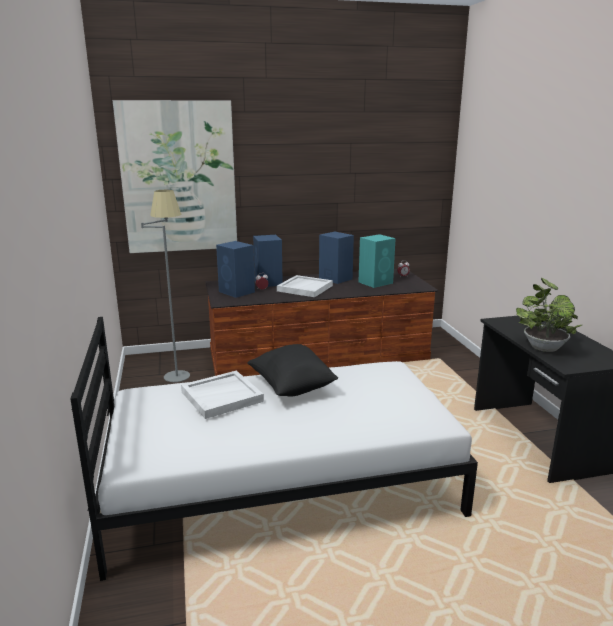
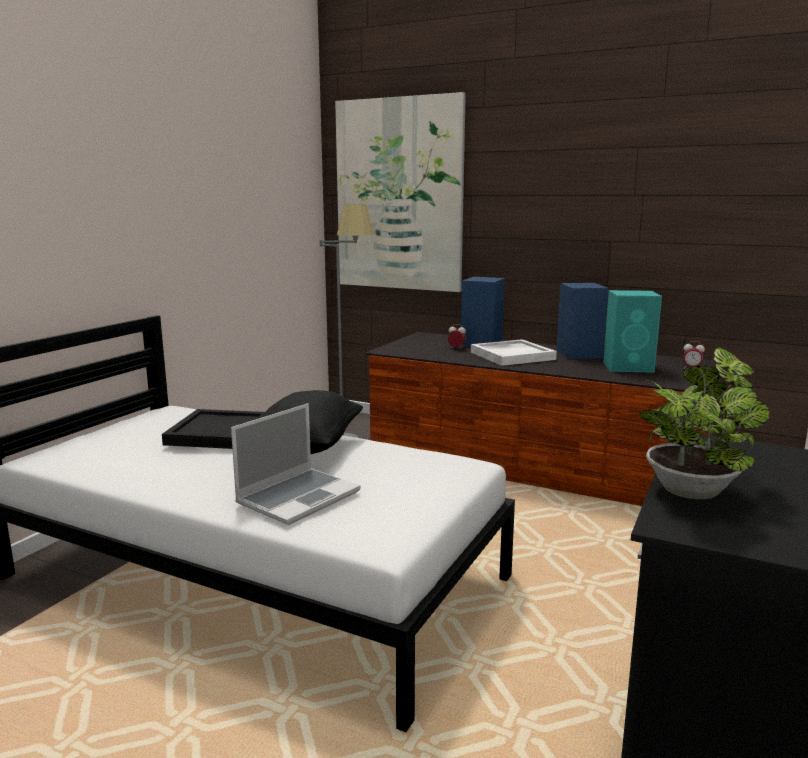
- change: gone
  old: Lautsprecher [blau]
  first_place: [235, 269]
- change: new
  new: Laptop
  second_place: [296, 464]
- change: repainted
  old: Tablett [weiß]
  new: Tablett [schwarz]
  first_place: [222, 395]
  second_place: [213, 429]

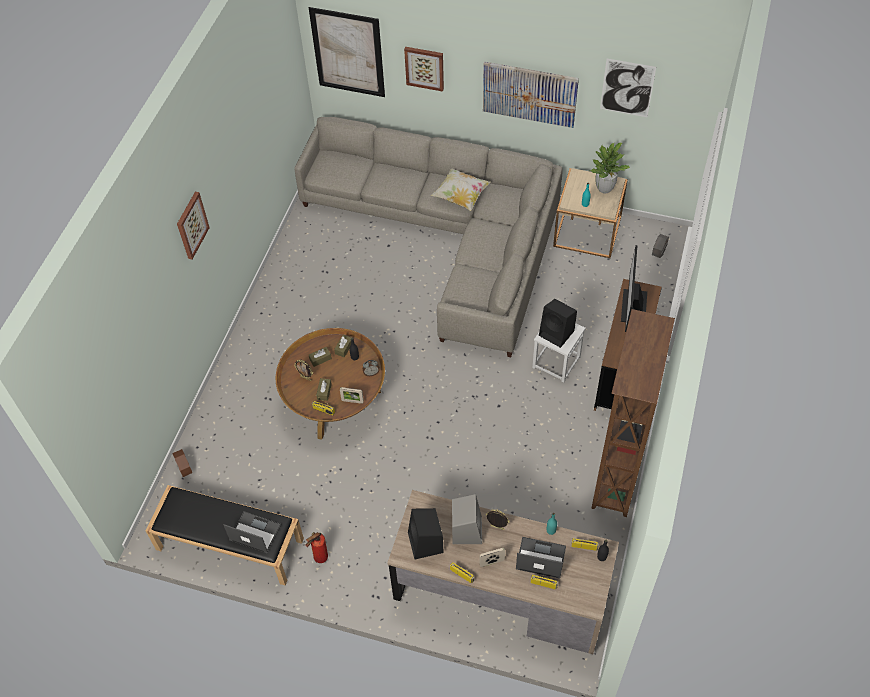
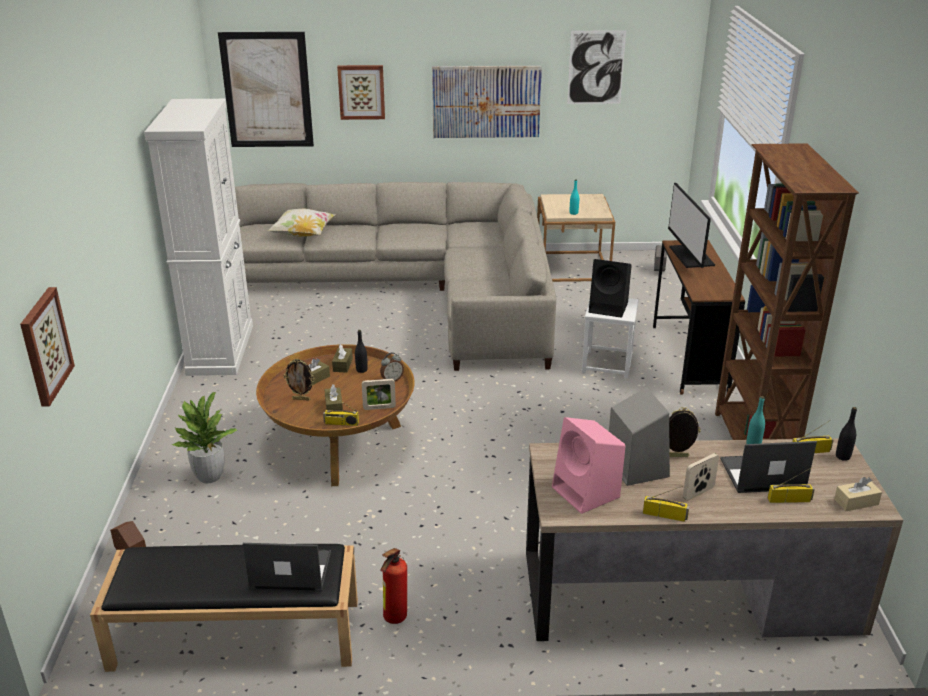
- change: new
  new: Schrank [weiß]
  second_place: [198, 237]
- change: new
  new: Taschentuchbox [beige]
  second_place: [858, 494]
- change: shifted
  old: Bild
  first_place: [193, 225]
  second_place: [47, 347]
- change: shifted
  old: Kissen
  first_place: [461, 190]
  second_place: [301, 223]
- change: shifted
  old: Topfpflanze
  first_place: [610, 167]
  second_place: [204, 437]
- change: repainted
  old: Lautsprecher [schwarz]
  new: Lautsprecher [rosa]
  first_place: [426, 533]
  second_place: [589, 465]

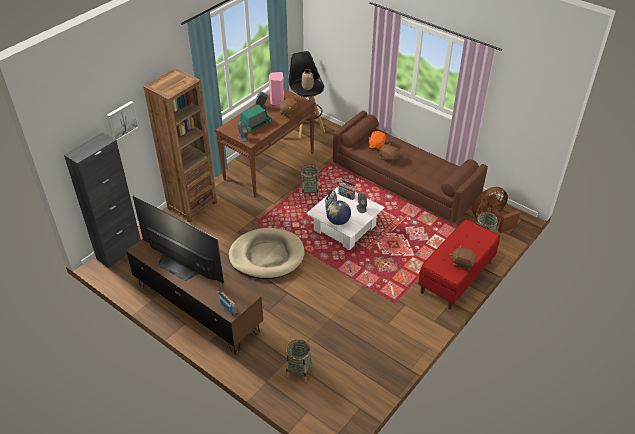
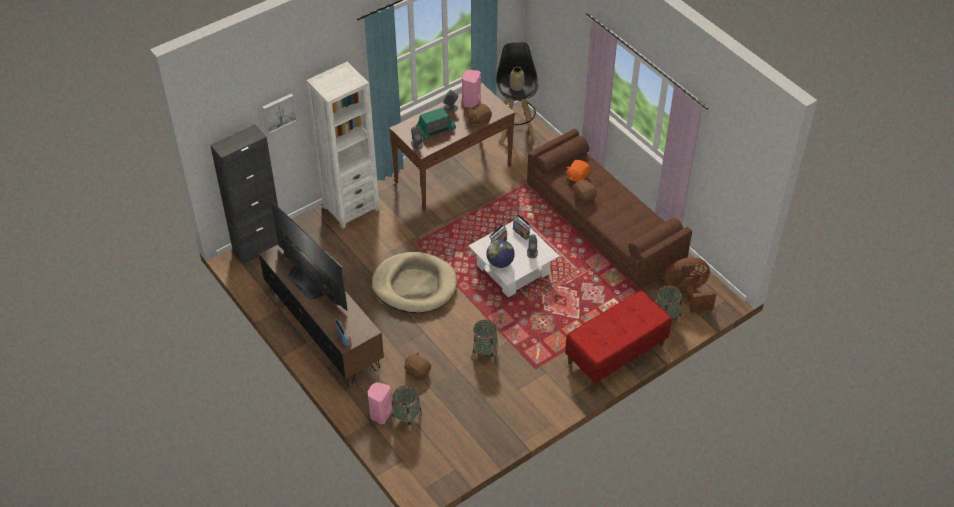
- change: new
  new: Lautsprecher [rosa]
  second_place: [380, 403]
- change: shifted
  old: Korb
  first_place: [310, 181]
  second_place: [485, 341]
- change: shifted
  old: Plüschtier [braun]
  first_place: [463, 257]
  second_place: [418, 366]
- change: repainted
  old: Bücherregal [braun]
  new: Bücherregal [weiß]
  first_place: [180, 145]
  second_place: [343, 145]

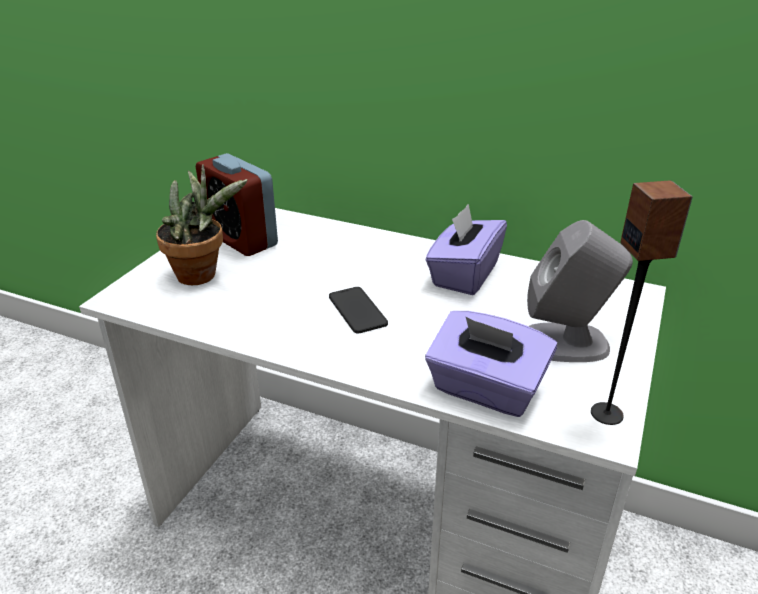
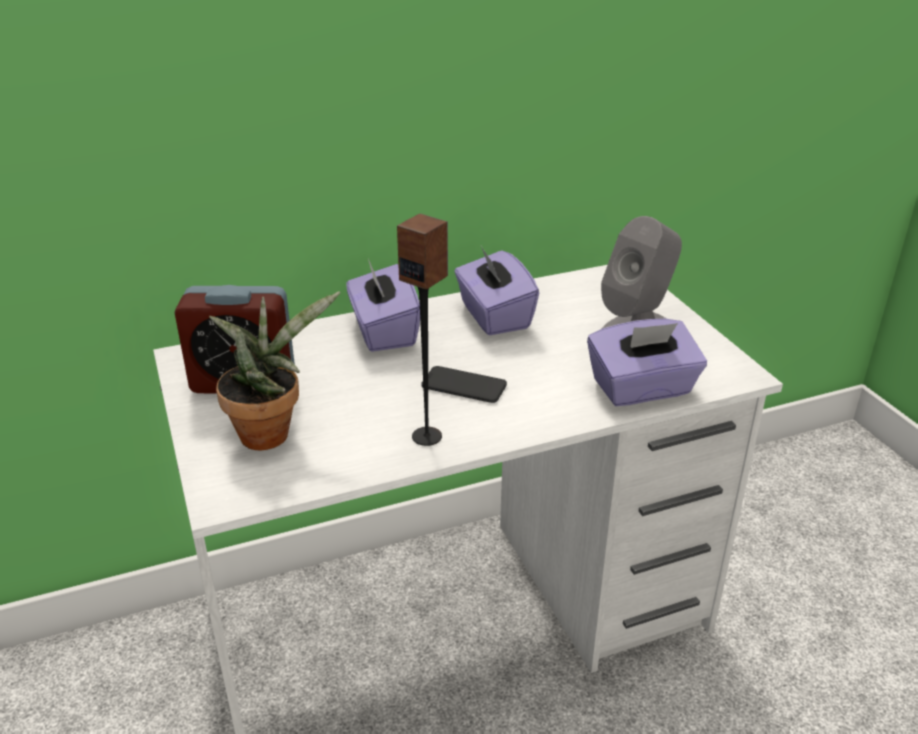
- change: new
  new: Taschentuchbox [lila]
  second_place: [383, 305]
- change: shifted
  old: Lautsprecher
  first_place: [642, 303]
  second_place: [422, 330]

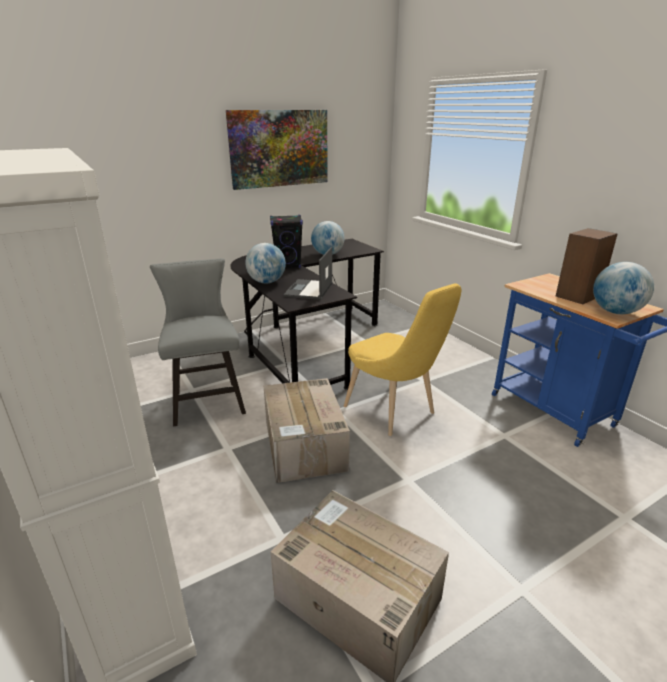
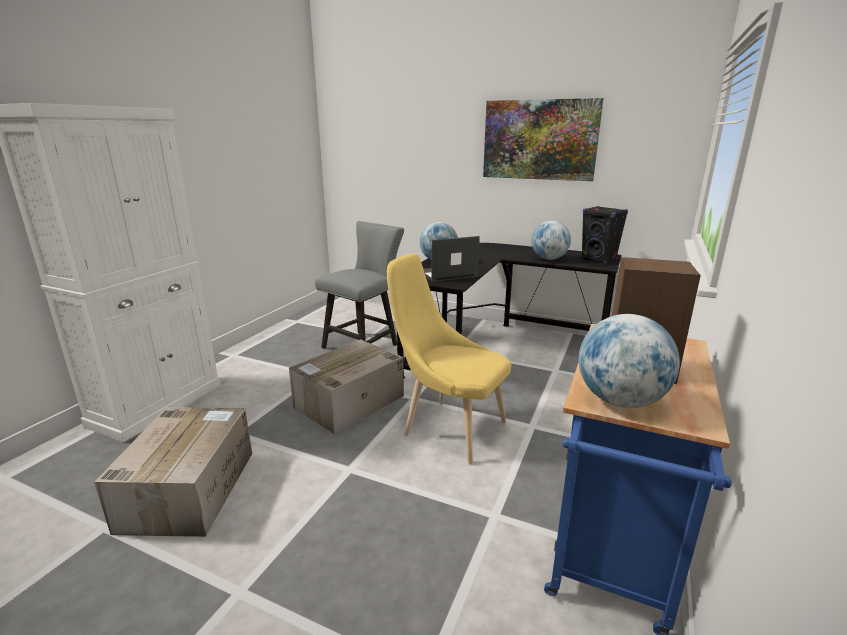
- change: shifted
  old: Lautsprecher [schwarz]
  first_place: [286, 241]
  second_place: [604, 235]
- change: rotated
  old: Stuhl [gelb]
  first_place: [402, 360]
  second_place: [449, 358]
  degrees: 105

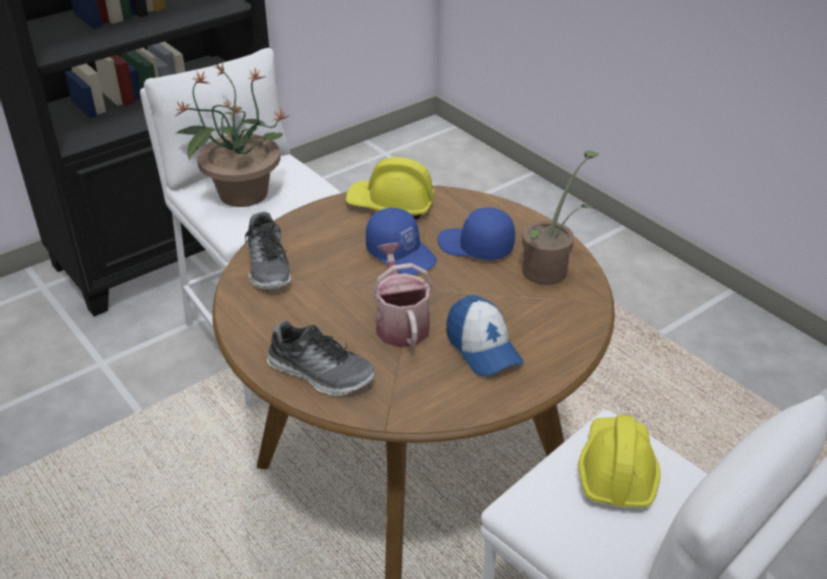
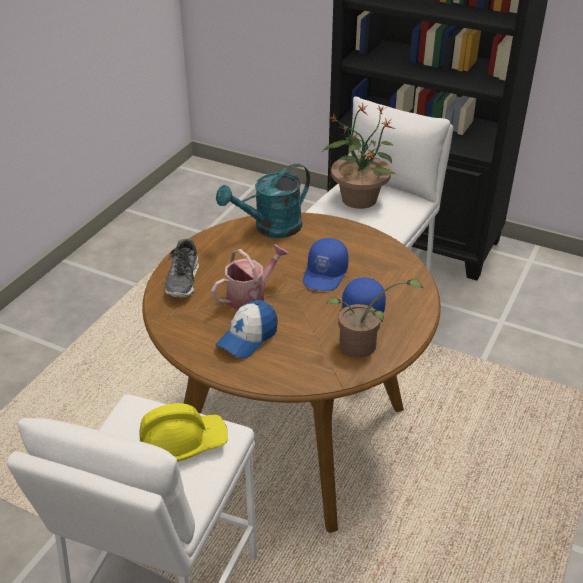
- change: gone
  old: Schutzhelm [gelb]
  first_place: [390, 188]
- change: swapped
  old: Schuh
  new: Gießkanne [türkis]
  first_place: [268, 250]
  second_place: [263, 200]

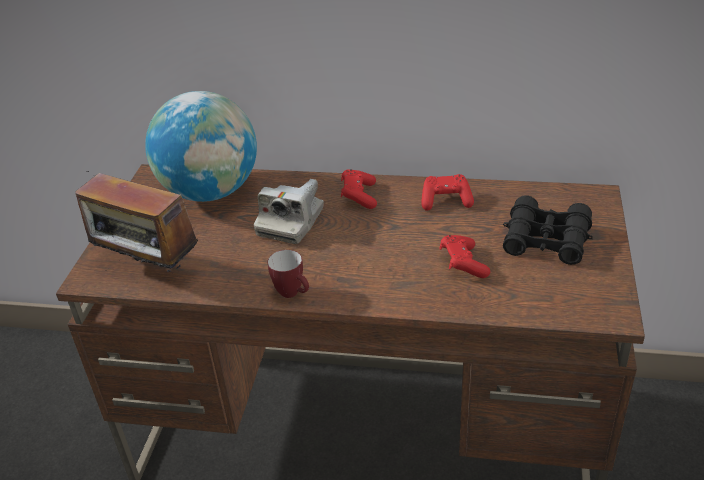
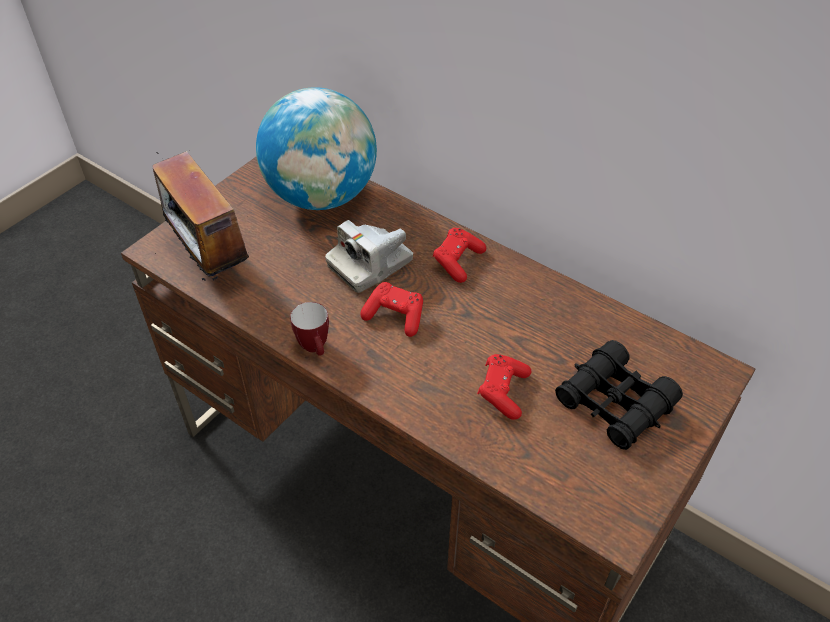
- change: shifted
  old: Gamepad [rot]
  first_place: [447, 192]
  second_place: [391, 309]

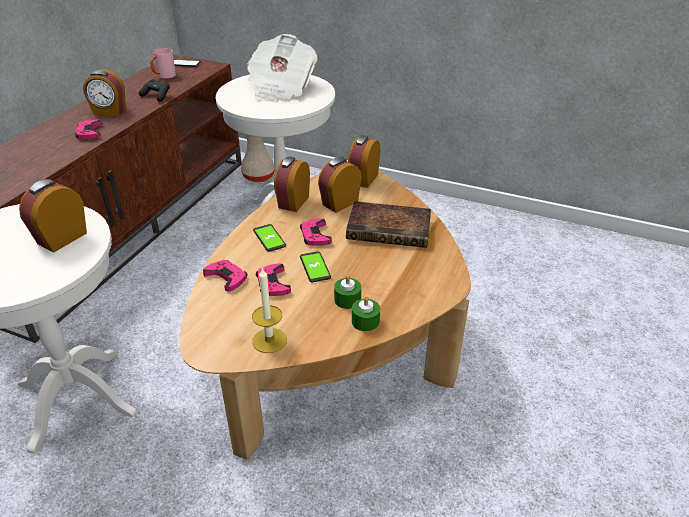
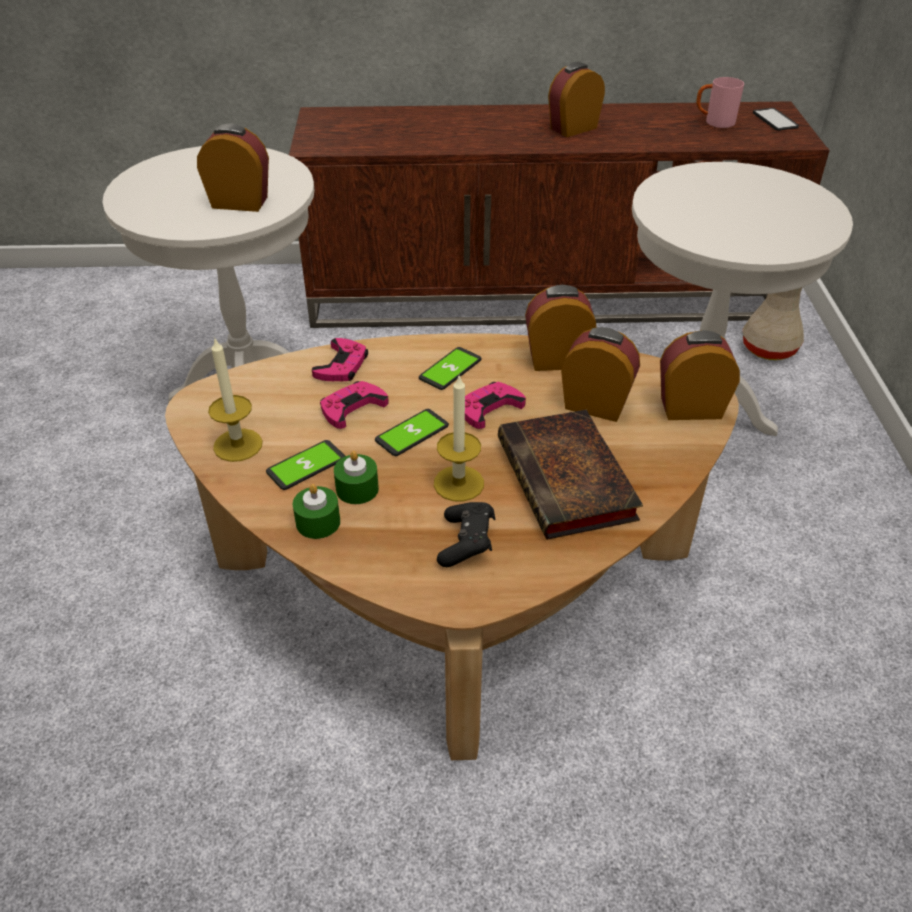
- change: gone
  old: Gamepad [rosa]
  first_place: [88, 129]
- change: gone
  old: Zeitung
  first_place: [281, 68]
- change: new
  new: Handy
  second_place: [305, 465]
- change: new
  new: Kerze
  second_place: [459, 438]
- change: shifted
  old: Gamepad [schwarz]
  first_place: [154, 90]
  second_place: [466, 534]
- change: rotated
  old: Wecker
  first_place: [104, 92]
  second_place: [576, 99]
  degrees: 75

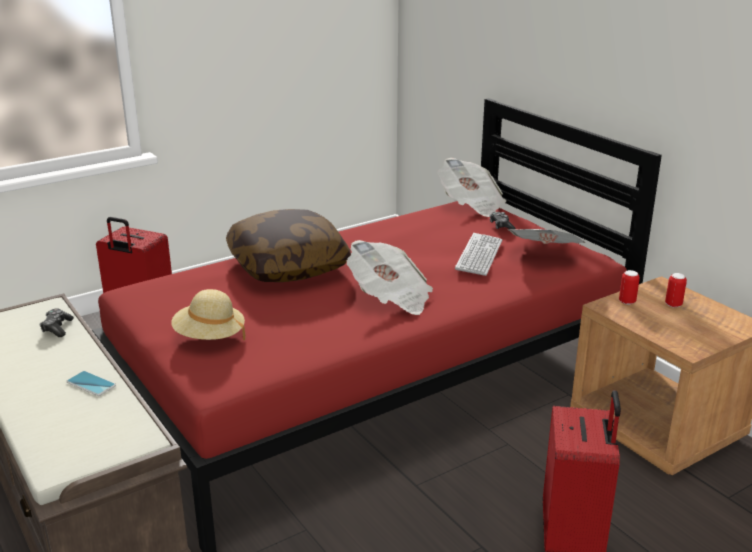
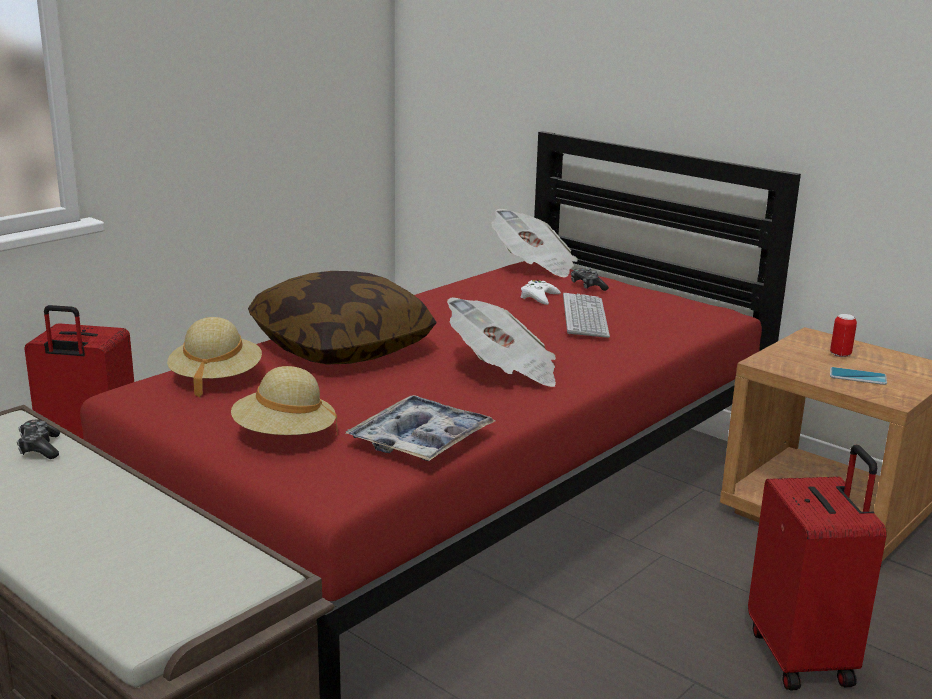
- change: gone
  old: Zeitung
  first_place: [546, 236]
- change: gone
  old: Dose
  first_place: [629, 287]
- change: new
  new: Hut [beige]
  second_place: [214, 357]
- change: new
  new: Tablett
  second_place: [420, 428]
- change: new
  new: Gamepad [weiß]
  second_place: [541, 292]
- change: shifted
  old: Handy
  first_place: [91, 383]
  second_place: [858, 376]

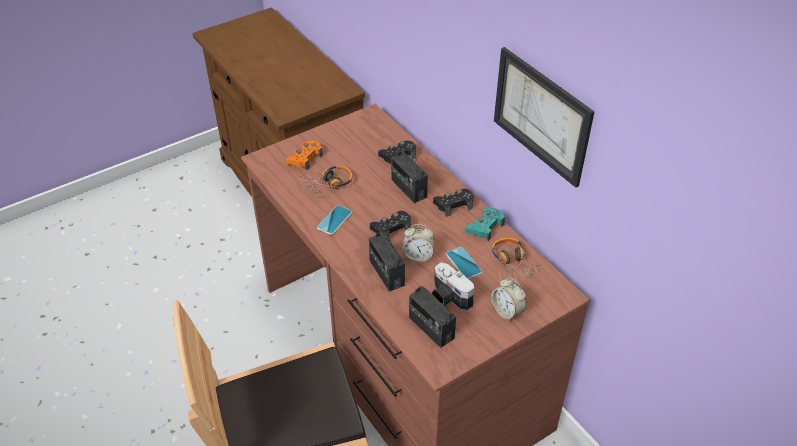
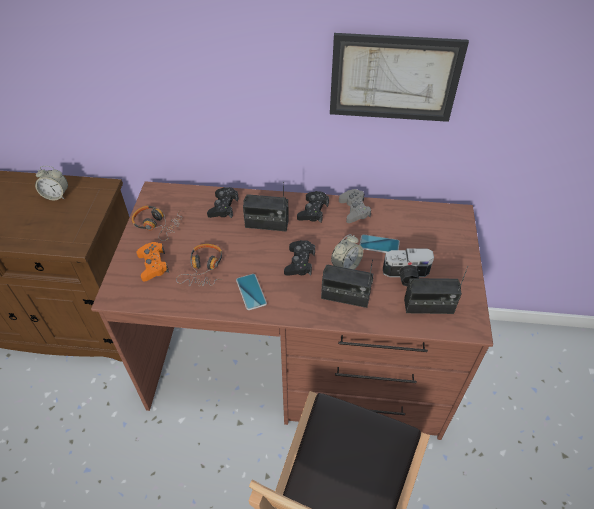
- change: shifted
  old: Wecker
  first_place: [509, 300]
  second_place: [51, 183]
- change: shifted
  old: Kopfhörer
  first_place: [516, 259]
  second_place: [157, 223]
- change: repainted
  old: Gamepad [türkis]
  new: Gamepad [grau]
  first_place: [485, 224]
  second_place: [355, 206]

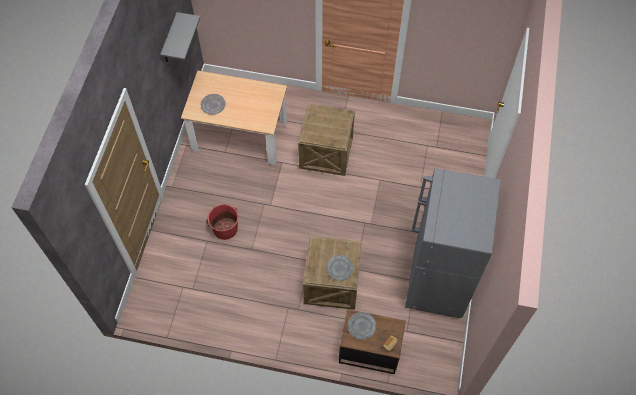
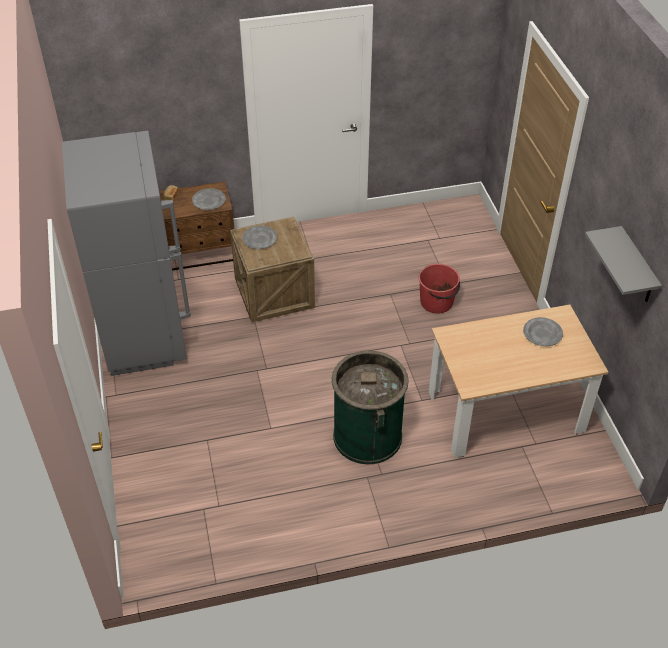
- change: swapped
  old: Kiste
  new: Mülleimer [grün]
  first_place: [326, 140]
  second_place: [370, 407]

